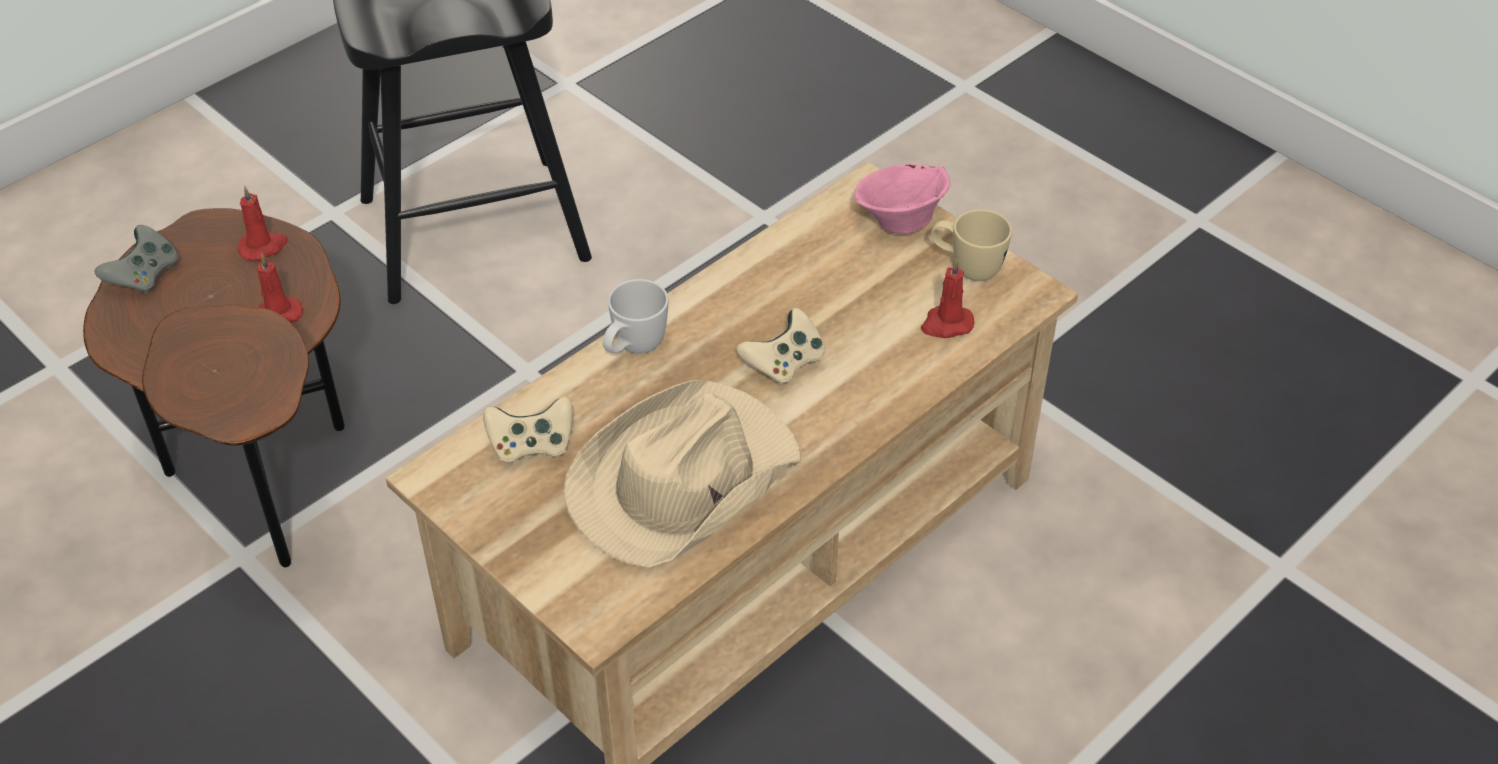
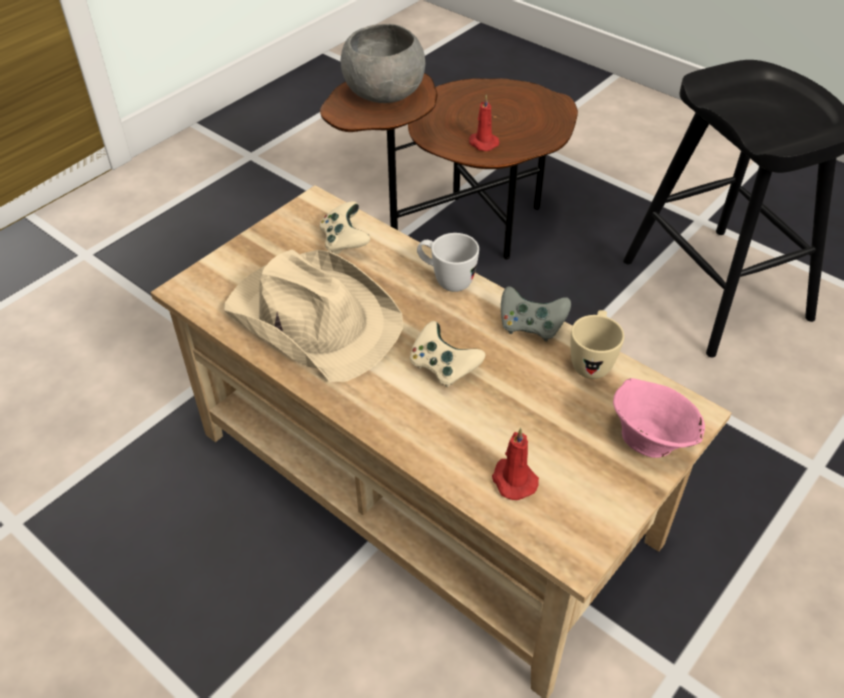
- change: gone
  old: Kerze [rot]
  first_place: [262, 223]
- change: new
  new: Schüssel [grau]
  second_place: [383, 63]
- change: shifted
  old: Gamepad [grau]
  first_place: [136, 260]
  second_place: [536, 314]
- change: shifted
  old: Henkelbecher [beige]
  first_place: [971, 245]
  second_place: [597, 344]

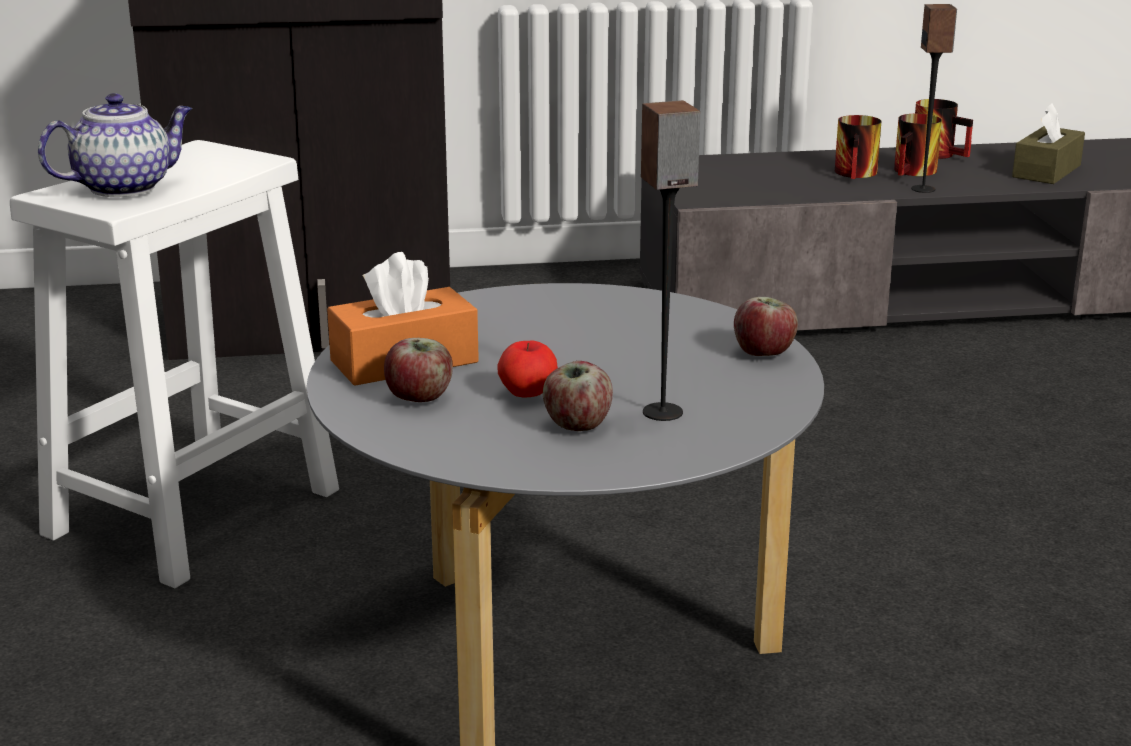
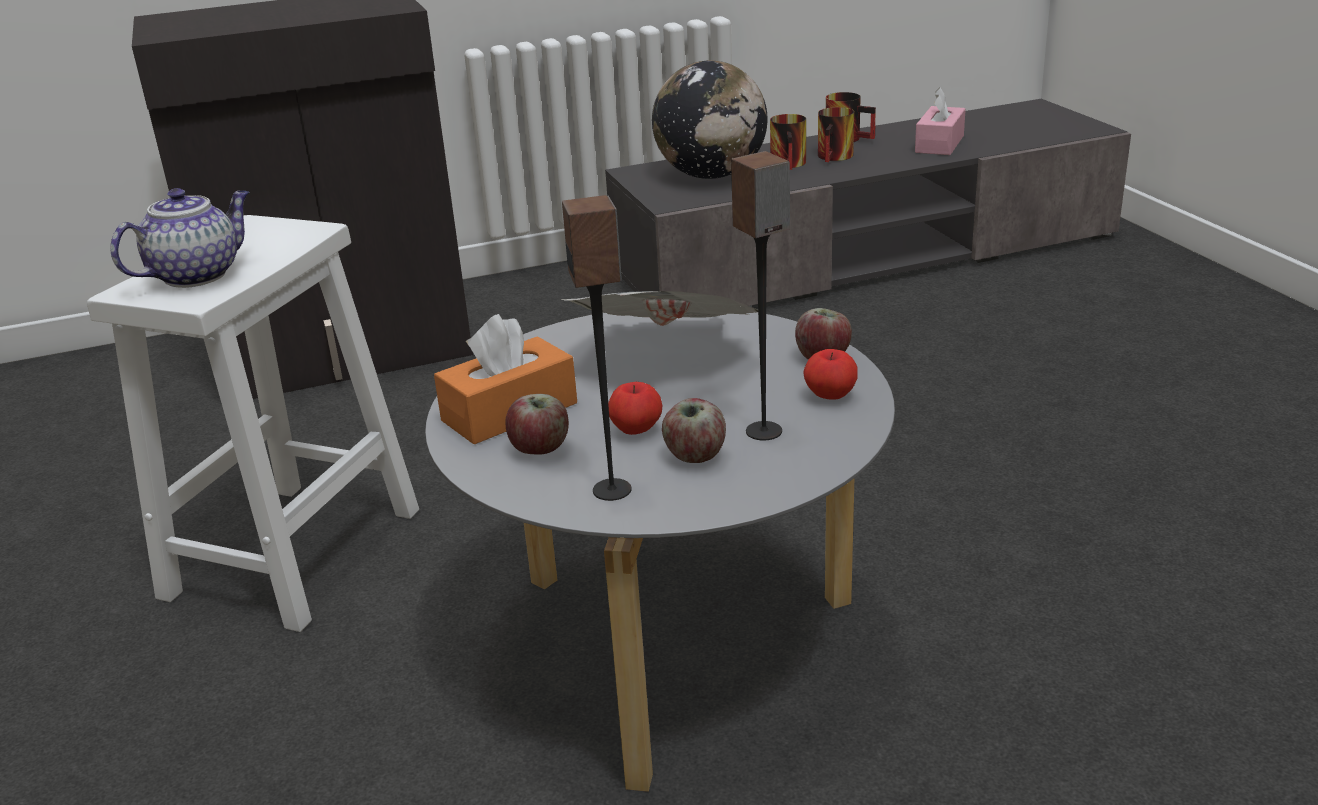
- change: new
  new: Zeitung
  second_place: [659, 308]
- change: new
  new: Globus
  second_place: [710, 119]
- change: new
  new: Apfel
  second_place: [830, 374]
- change: shifted
  old: Lautsprecher
  first_place: [934, 98]
  second_place: [597, 348]
- change: repainted
  old: Taschentuchbox [braun]
  new: Taschentuchbox [rosa]
  first_place: [1048, 143]
  second_place: [940, 121]

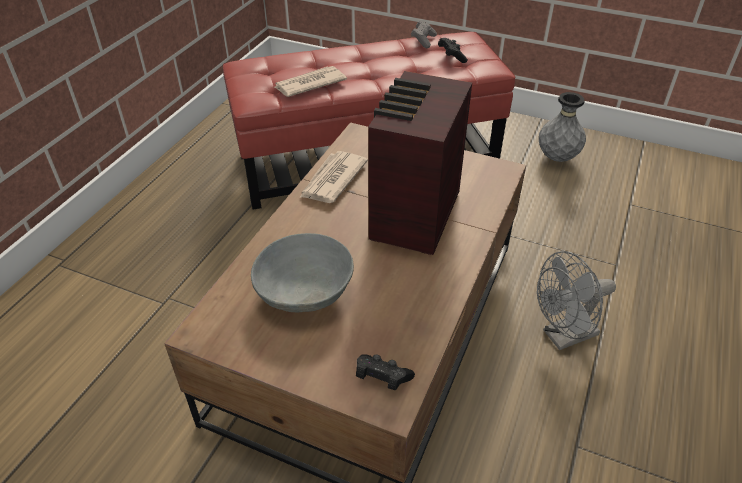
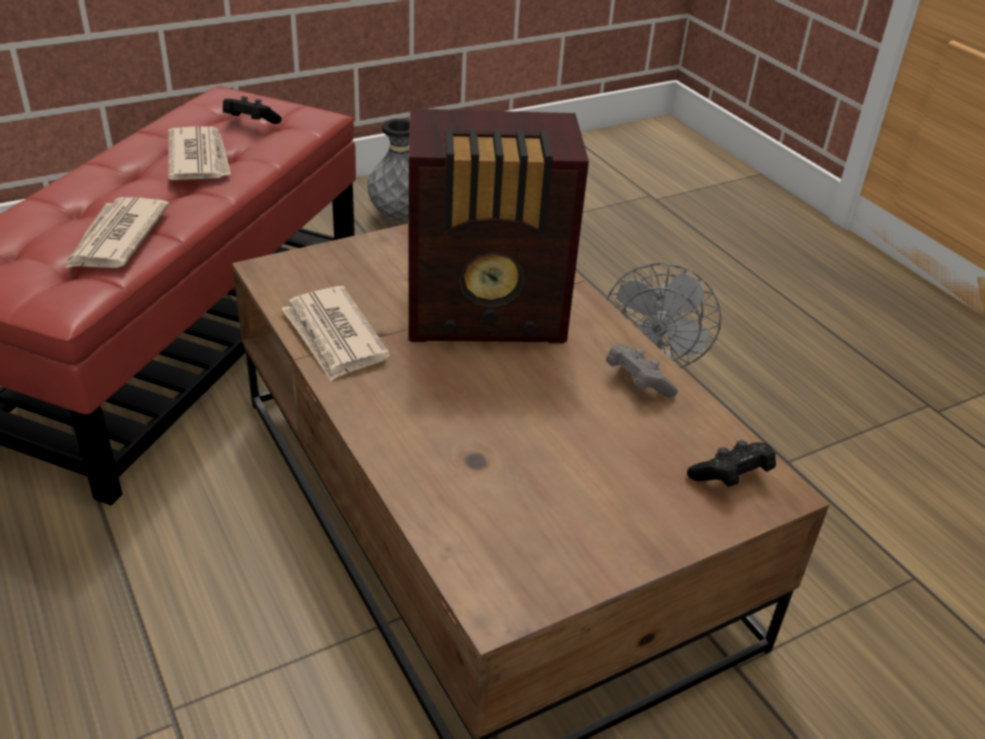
- change: gone
  old: Schüssel [grau]
  first_place: [302, 272]
- change: new
  new: Zeitung
  second_place: [199, 153]
- change: shifted
  old: Gamepad [grau]
  first_place: [424, 34]
  second_place: [642, 370]
- change: rotated
  old: Radio
  first_place: [420, 163]
  second_place: [499, 226]
  degrees: -60

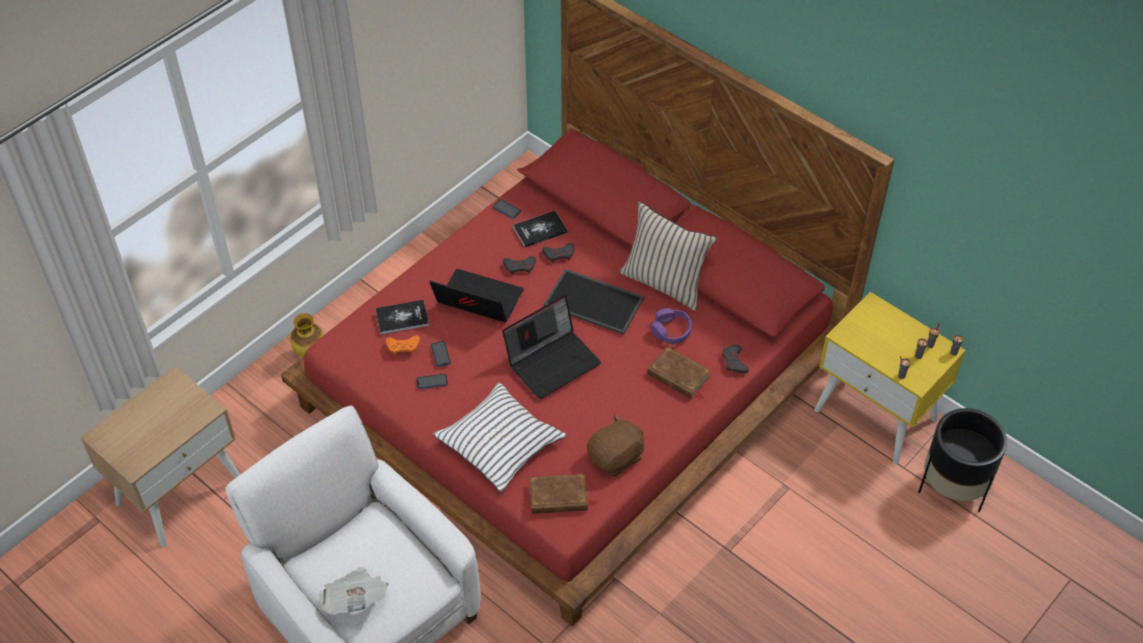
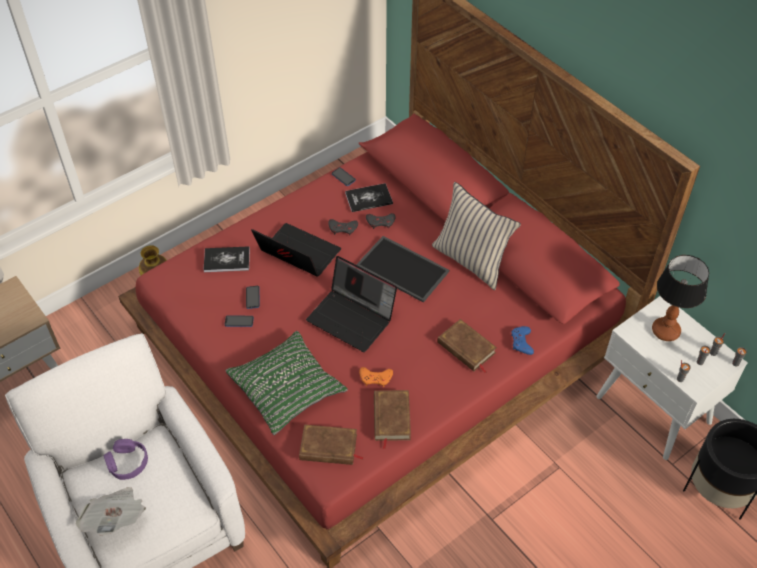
- change: new
  new: Tischlampe
  second_place: [680, 298]
- change: shifted
  old: Gamepad [orange]
  first_place: [403, 345]
  second_place: [376, 377]
- change: shifted
  old: Kopfhörer [lila]
  first_place: [671, 326]
  second_place: [126, 459]
- change: swapped
  old: Plüschtier [braun]
  new: Buch [braun]
  first_place: [616, 445]
  second_place: [392, 419]
- change: repainted
  old: Kissen [weiß]
  new: Kissen [grün]
  first_place: [500, 437]
  second_place: [286, 383]
- change: repainted
  old: Gamepad [grau]
  new: Gamepad [blau]
  first_place: [735, 359]
  second_place: [522, 340]
- change: repainted
  old: Nachttisch [gelb]
  new: Nachttisch [weiß]
  first_place: [890, 378]
  second_place: [671, 378]
- change: rotated
  old: Laptop
  first_place: [551, 347]
  second_place: [351, 304]
  degrees: 60

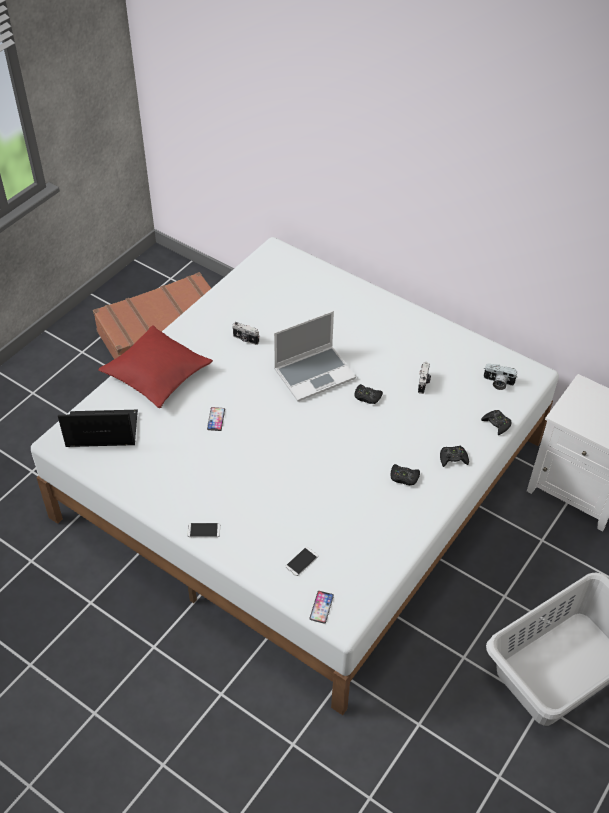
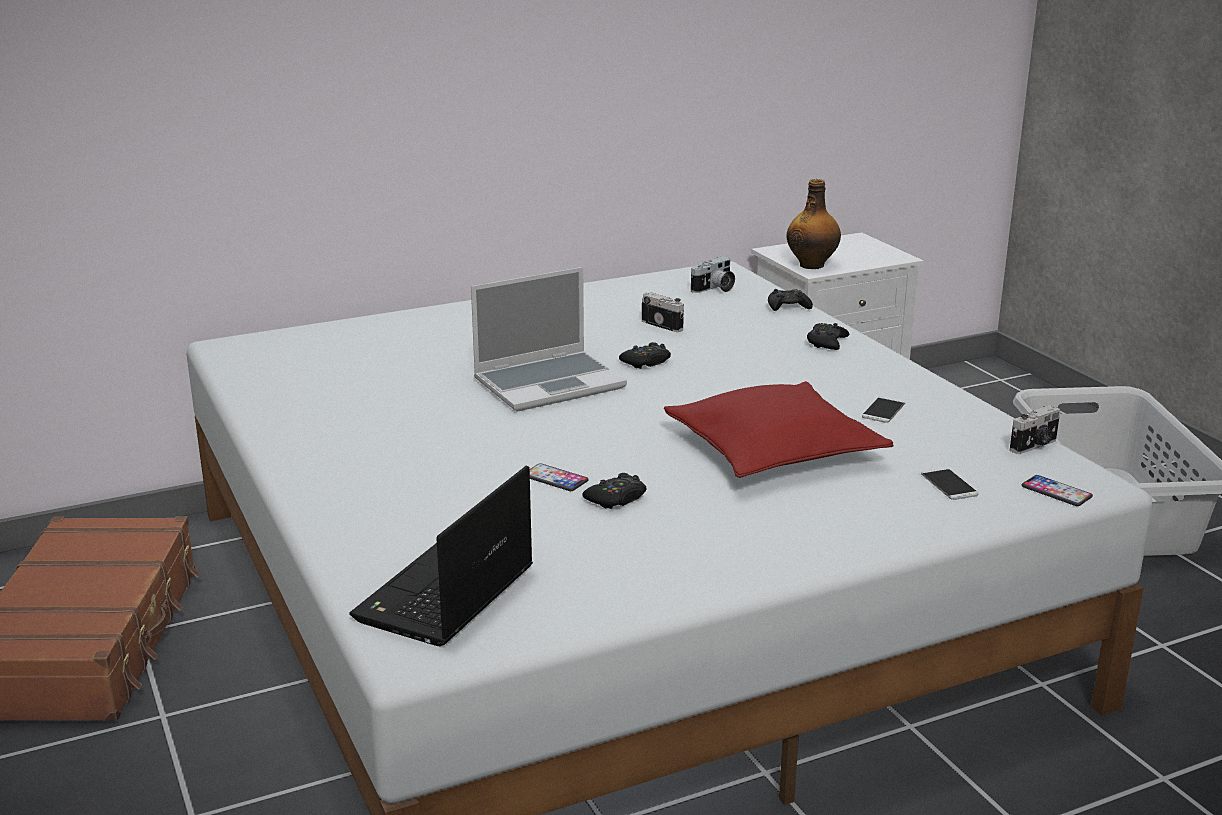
- change: new
  new: Flasche
  second_place: [814, 224]
- change: shifted
  old: Kissen [rot]
  first_place: [156, 367]
  second_place: [779, 429]
- change: shifted
  old: Handy
  first_place: [203, 530]
  second_place: [883, 410]
- change: shifted
  old: Kamera
  first_place: [246, 333]
  second_place: [1035, 429]
- change: shifted
  old: Gamepad [schwarz]
  first_place: [405, 474]
  second_place: [614, 491]
- change: rotated
  old: Laptop
  first_place: [315, 356]
  second_place: [549, 339]
  degrees: 60

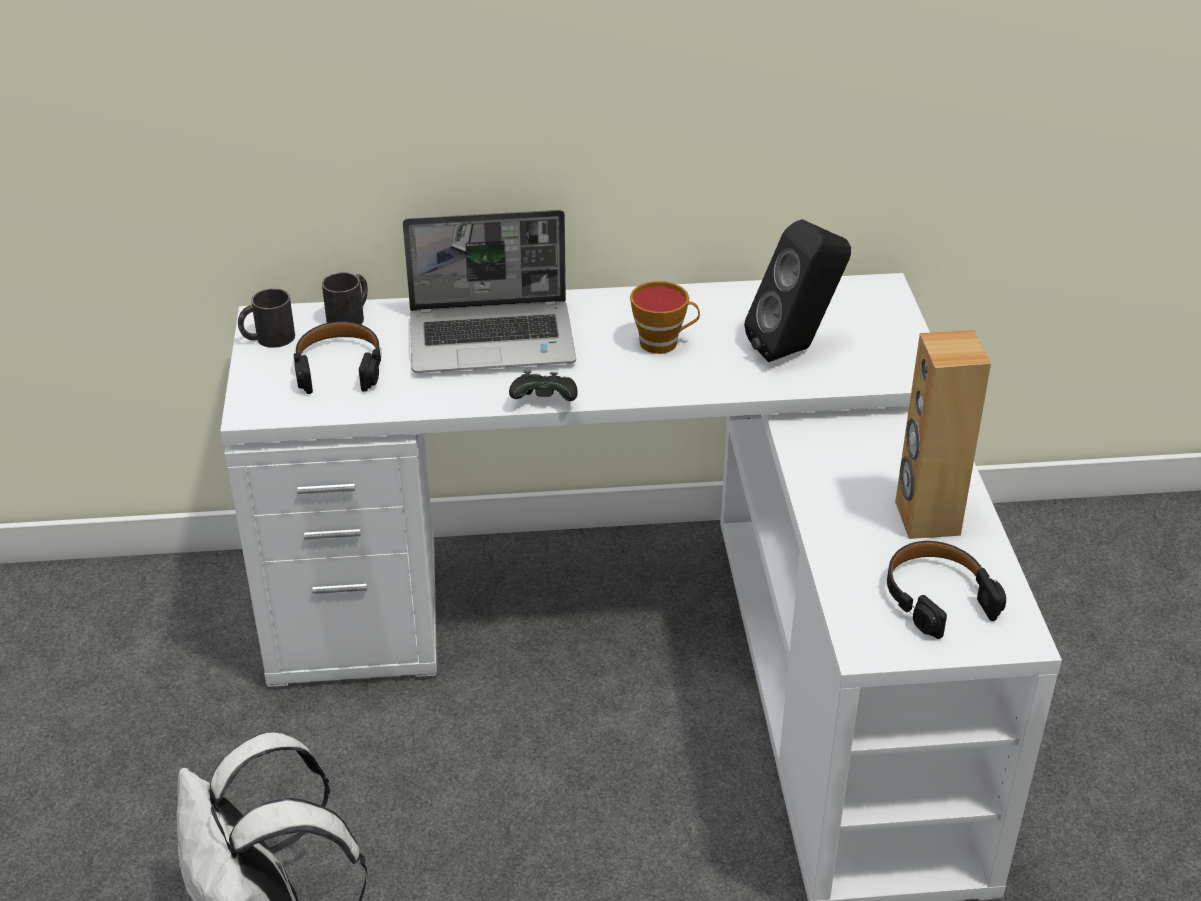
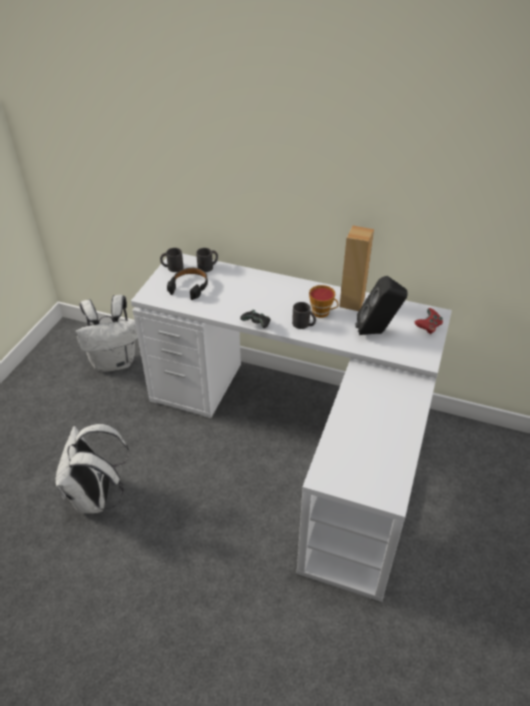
- change: gone
  old: Laptop
  first_place: [489, 291]
- change: gone
  old: Kopfhörer [schwarz]
  first_place: [946, 590]
- change: new
  new: Rucksack [weiß]
  second_place: [107, 333]
- change: new
  new: Henkelbecher [schwarz]
  second_place: [304, 315]
- change: new
  new: Gamepad [rot]
  second_place: [429, 321]
- change: shifted
  old: Lautsprecher [braun]
  first_place: [943, 434]
  second_place: [356, 268]

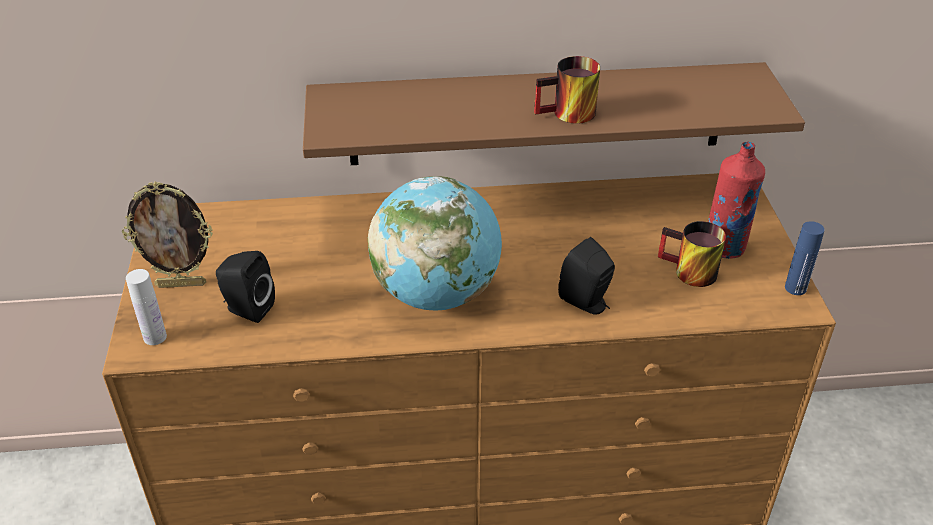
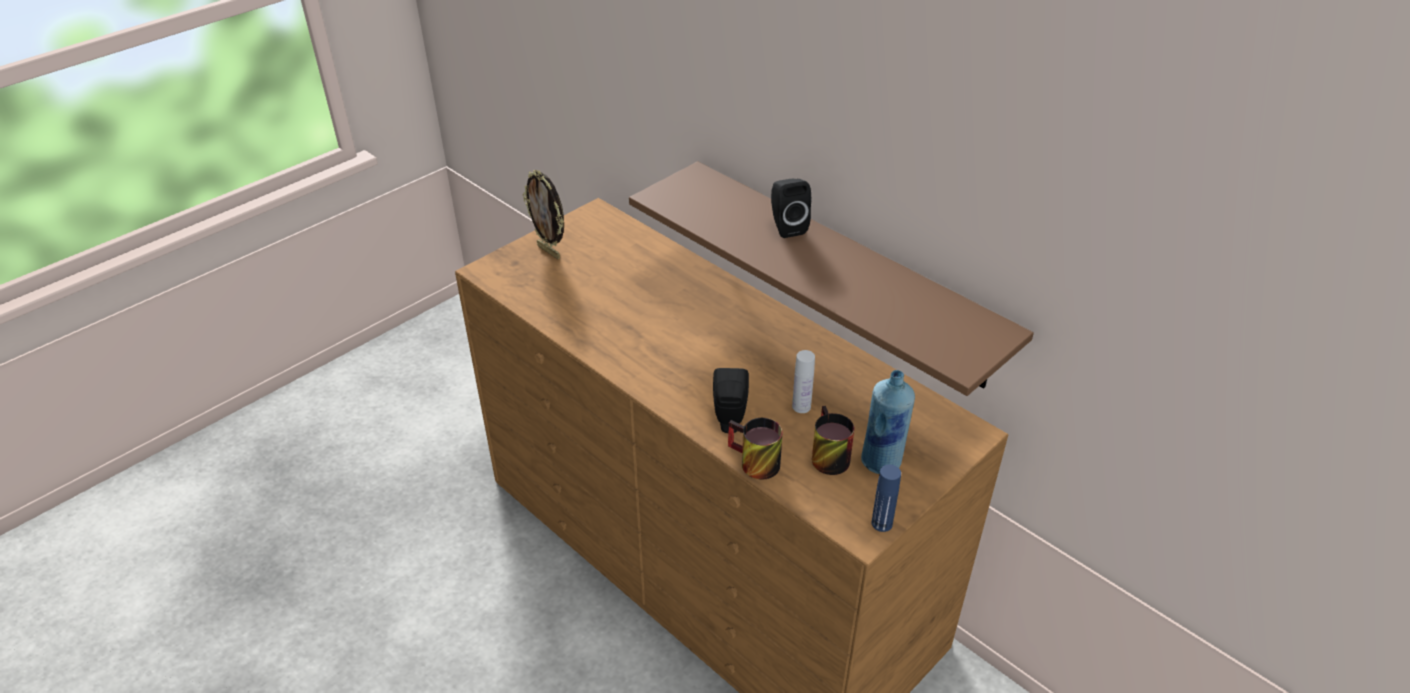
- change: gone
  old: Globus
  first_place: [435, 243]
- change: shifted
  old: Flasche [weiß]
  first_place: [146, 307]
  second_place: [803, 381]
- change: shifted
  old: Lautsprecher [schwarz]
  first_place: [245, 287]
  second_place: [791, 208]
- change: shifted
  old: Henkelbecher
  first_place: [567, 90]
  second_place: [755, 449]
- change: repainted
  old: Flasche [rot]
  new: Flasche [blau]
  first_place: [736, 200]
  second_place: [888, 422]

